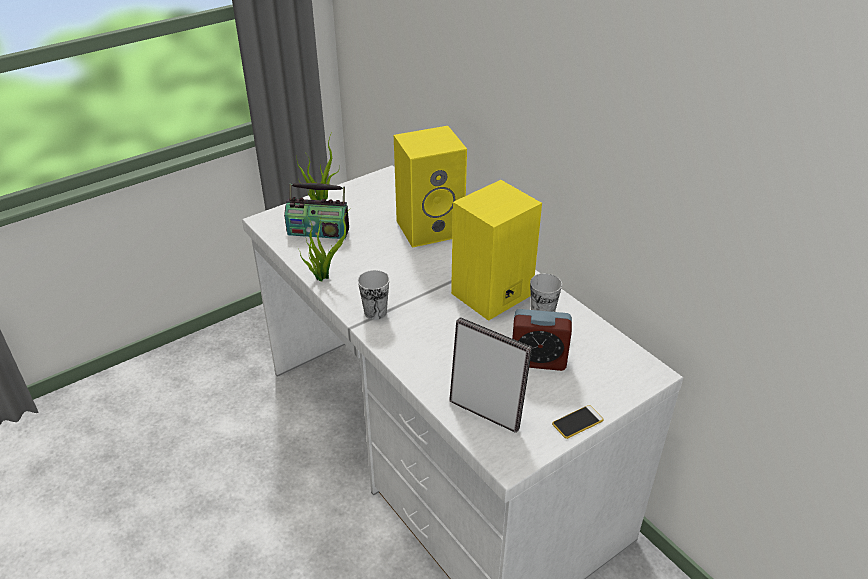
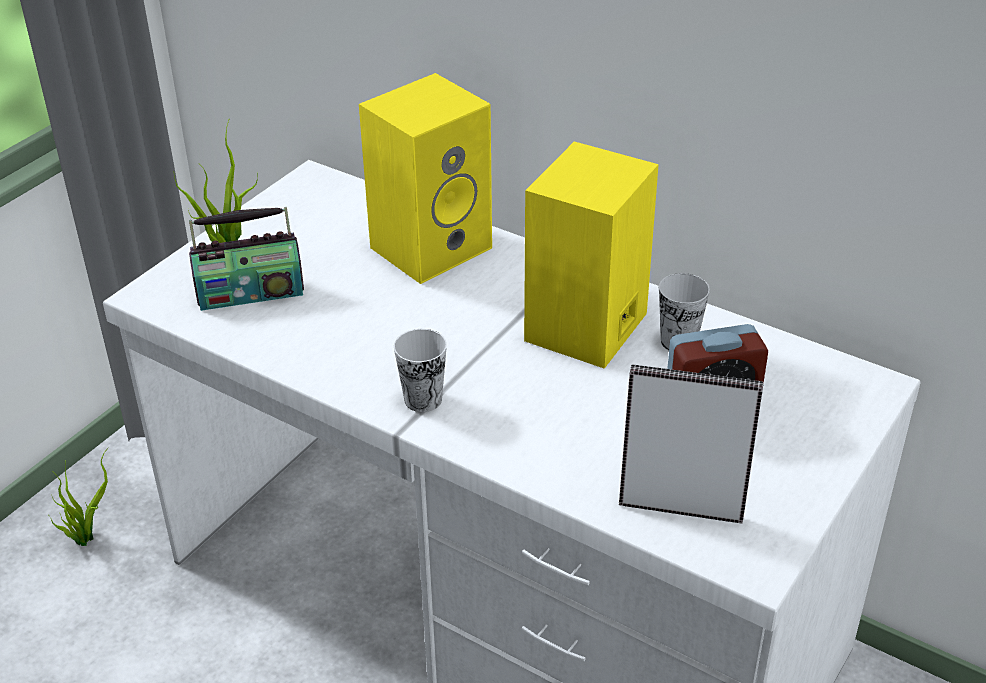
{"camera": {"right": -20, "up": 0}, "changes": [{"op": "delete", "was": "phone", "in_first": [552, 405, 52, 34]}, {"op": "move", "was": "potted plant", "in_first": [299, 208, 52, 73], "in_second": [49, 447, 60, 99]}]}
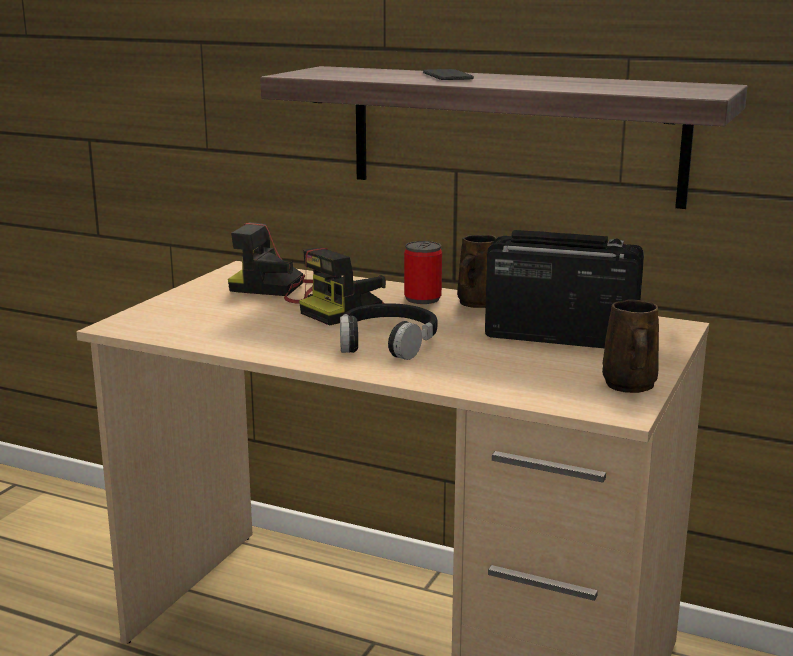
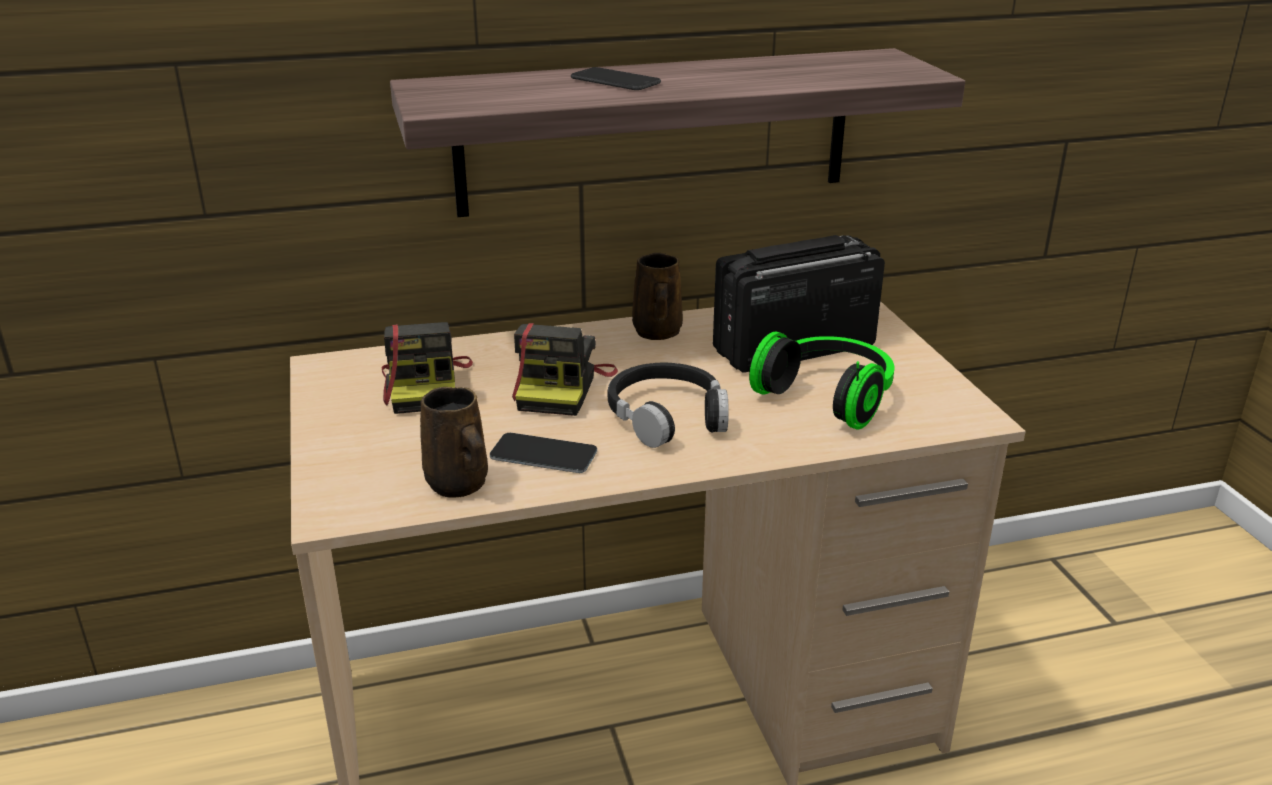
{"camera": {"right": -40, "up": 10}, "changes": [{"op": "delete", "was": "can", "in_first": [404, 241, 38, 63]}, {"op": "insert", "now": "phone", "in_second": [490, 433, 107, 40]}, {"op": "insert", "now": "headphones", "in_second": [749, 332, 145, 98]}, {"op": "move", "was": "brown mug", "in_first": [602, 300, 57, 93], "in_second": [420, 387, 68, 111]}, {"op": "rotate", "was": "photo camera", "in_first": [228, 222, 85, 82], "in_second": [382, 322, 91, 92], "clockwise": -75}]}
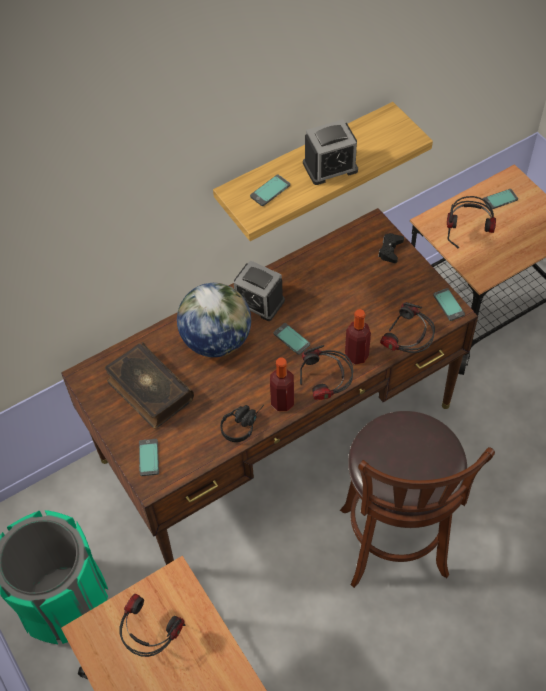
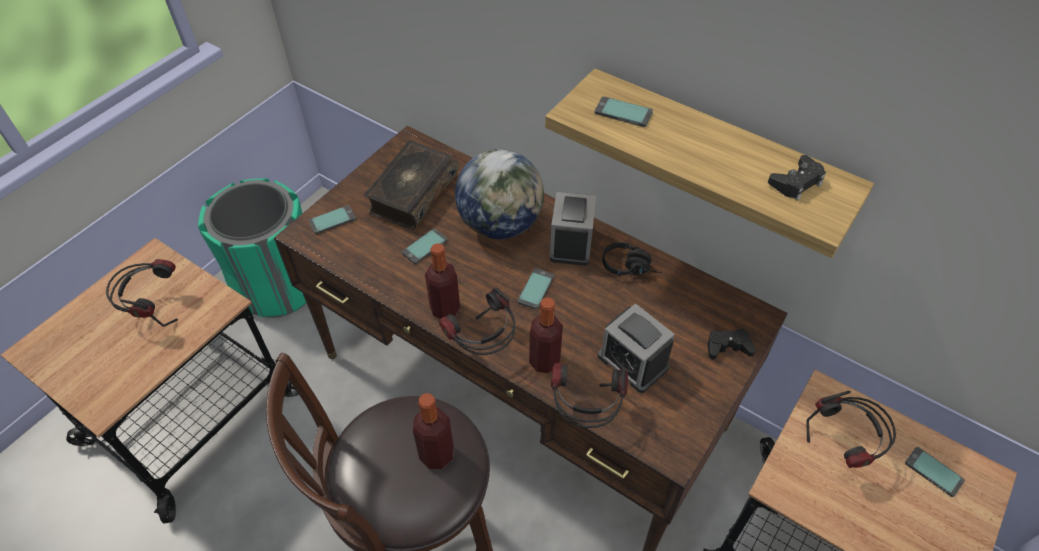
{"camera": {"right": 65, "up": -5}, "changes": [{"op": "insert", "now": "bottle", "in_second": [413, 393, 41, 76]}, {"op": "insert", "now": "black game controller", "in_second": [768, 155, 58, 45]}, {"op": "move", "was": "black headphones", "in_first": [220, 405, 44, 37], "in_second": [602, 242, 60, 34]}, {"op": "move", "was": "alarm clock", "in_first": [303, 119, 55, 66], "in_second": [598, 303, 77, 90]}, {"op": "move", "was": "phone", "in_first": [433, 288, 32, 33], "in_second": [402, 229, 45, 35]}]}
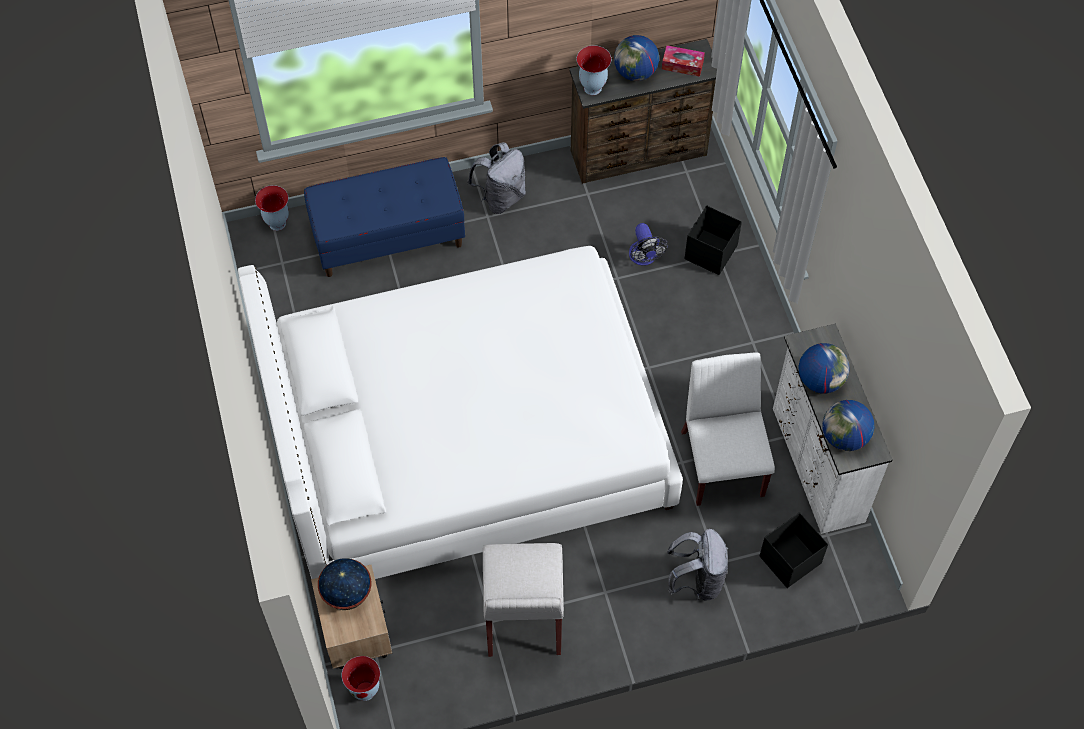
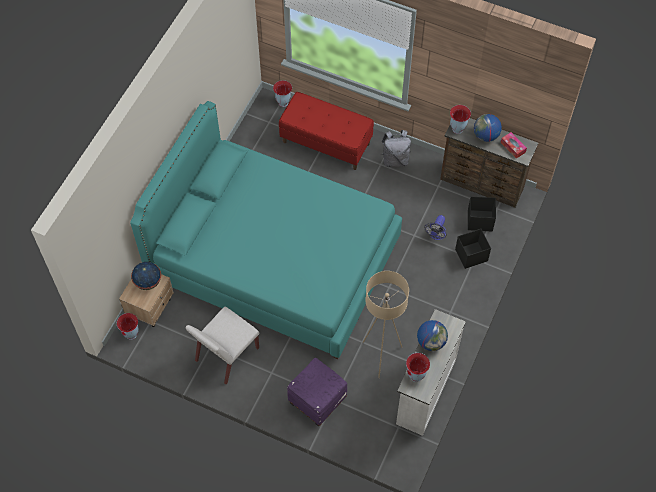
{"camera": {"right": 40, "up": 0}, "changes": [{"op": "move", "was": "black storage box", "in_first": [760, 512, 68, 76], "in_second": [468, 197, 28, 35]}, {"op": "replace", "was": "grey backpack", "now": "purple ottoman", "in_first": [667, 529, 61, 72], "in_second": [287, 358, 60, 69]}, {"op": "replace", "was": "white chair", "now": "beige floor lamp", "in_first": [681, 352, 94, 154], "in_second": [362, 271, 47, 107]}, {"op": "replace", "was": "globe", "now": "vase", "in_first": [822, 400, 52, 51], "in_second": [406, 353, 24, 29]}, {"op": "recolor", "was": "white bed", "now": "turquoise bed", "in_first": [238, 246, 445, 333], "in_second": [130, 101, 272, 258]}, {"op": "recolor", "was": "blue bench", "now": "red bench", "in_first": [304, 157, 161, 120], "in_second": [279, 92, 95, 78]}]}
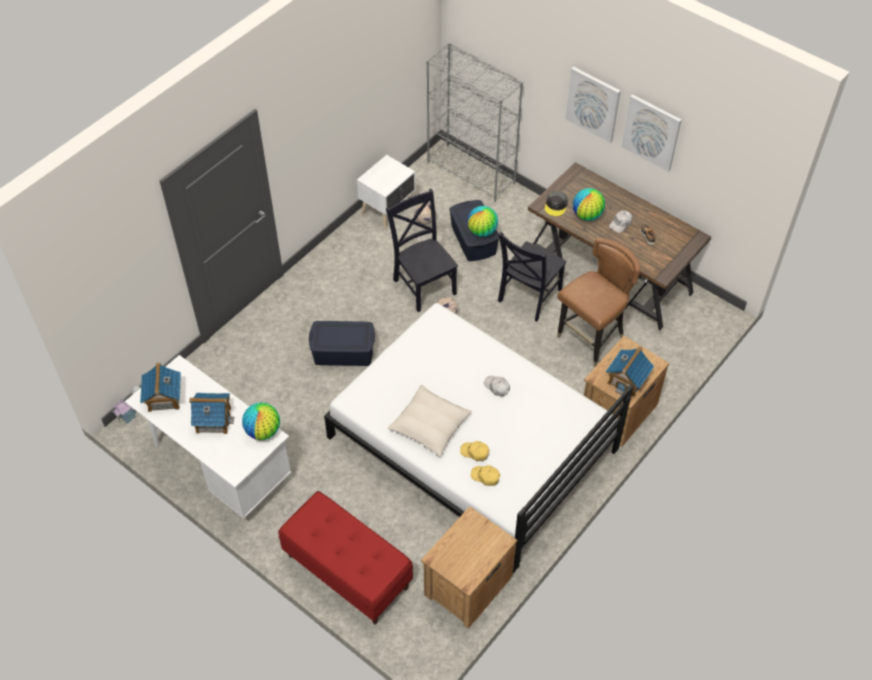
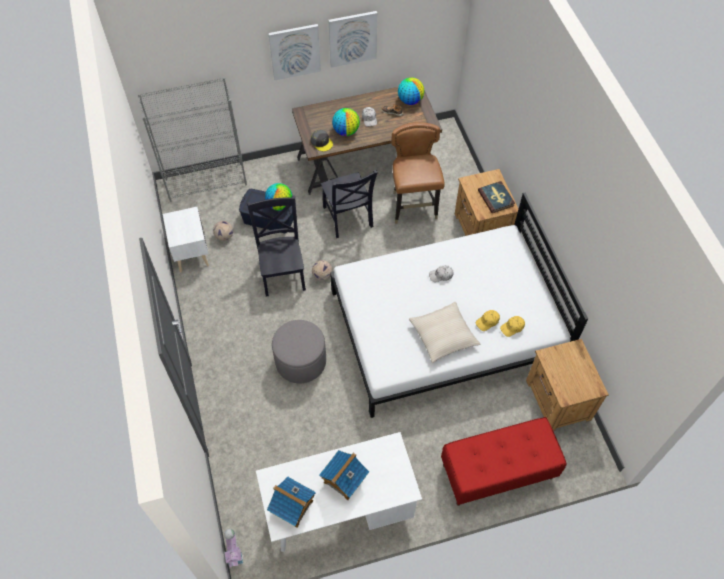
{"camera": {"right": -55, "up": 5}, "changes": [{"op": "move", "was": "globe", "in_first": [242, 402, 38, 38], "in_second": [398, 77, 27, 28]}, {"op": "replace", "was": "blue storage box", "now": "grey ottoman", "in_first": [309, 321, 66, 45], "in_second": [272, 320, 54, 63]}, {"op": "replace", "was": "toy house", "now": "book", "in_first": [606, 347, 48, 50], "in_second": [478, 181, 37, 32]}, {"op": "rotate", "was": "black chair", "in_first": [386, 189, 72, 123], "in_second": [247, 195, 59, 102], "clockwise": 75}]}
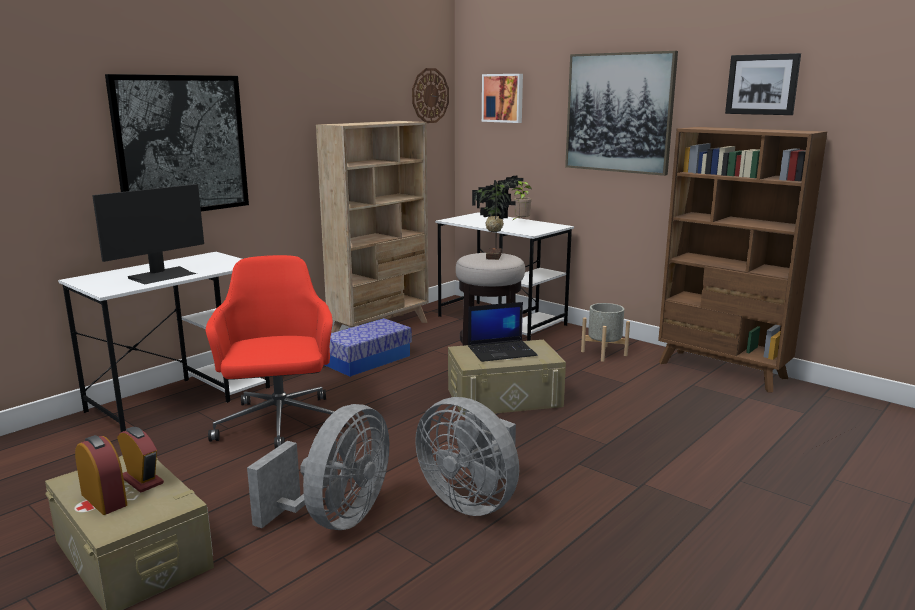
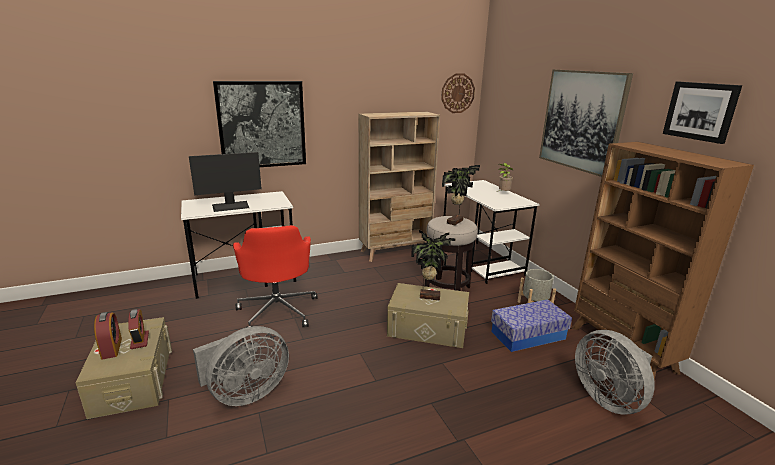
{"camera": {"right": 25, "up": 5}, "changes": [{"op": "delete", "was": "picture", "in_first": [482, 74, 41, 49]}, {"op": "move", "was": "storage box", "in_first": [325, 318, 87, 59], "in_second": [491, 299, 81, 53]}, {"op": "move", "was": "grey fan", "in_first": [415, 397, 104, 119], "in_second": [575, 330, 80, 85]}, {"op": "replace", "was": "laptop", "now": "potted plant", "in_first": [468, 302, 69, 60], "in_second": [411, 229, 45, 72]}, {"op": "rotate", "was": "red office chair", "in_first": [206, 255, 140, 194], "in_second": [233, 225, 84, 103], "clockwise": 150}]}
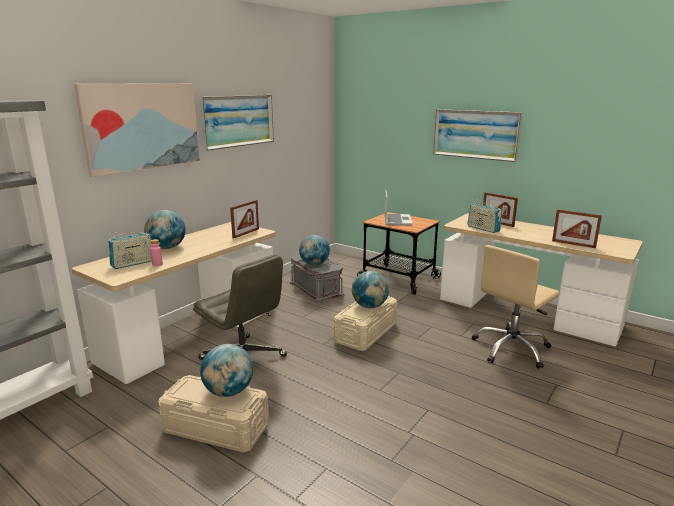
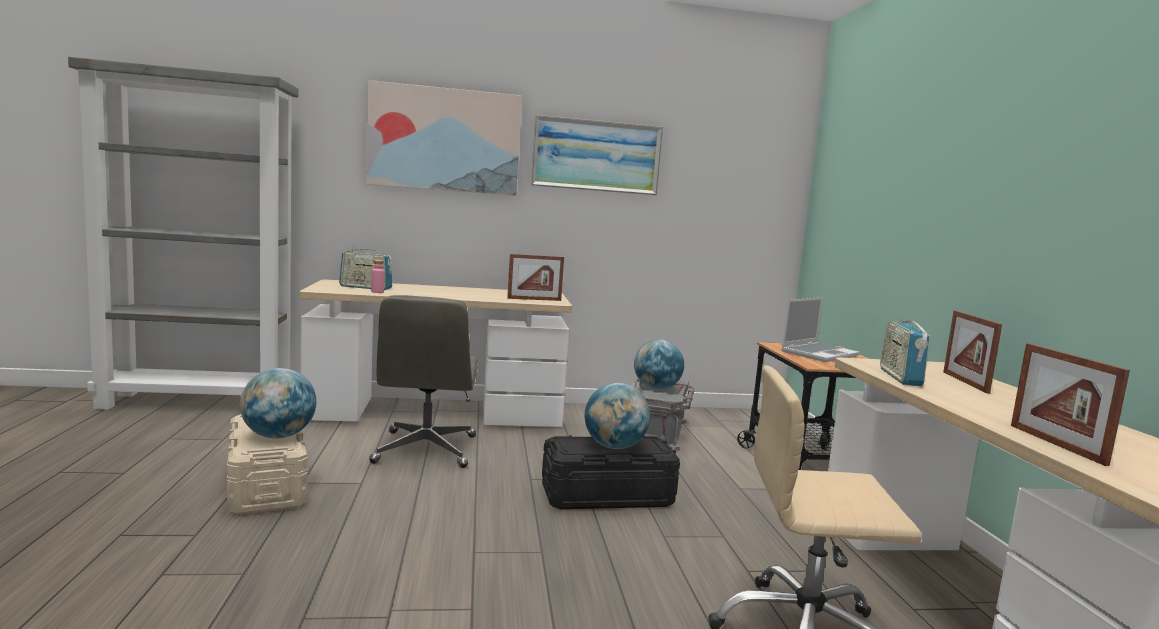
{"camera": {"right": 45, "up": -10}, "changes": [{"op": "delete", "was": "globe", "in_first": [144, 210, 42, 39]}, {"op": "delete", "was": "picture", "in_first": [433, 109, 90, 53]}, {"op": "recolor", "was": "beige storage box", "now": "black storage box", "in_first": [334, 296, 64, 55], "in_second": [542, 435, 138, 74]}]}
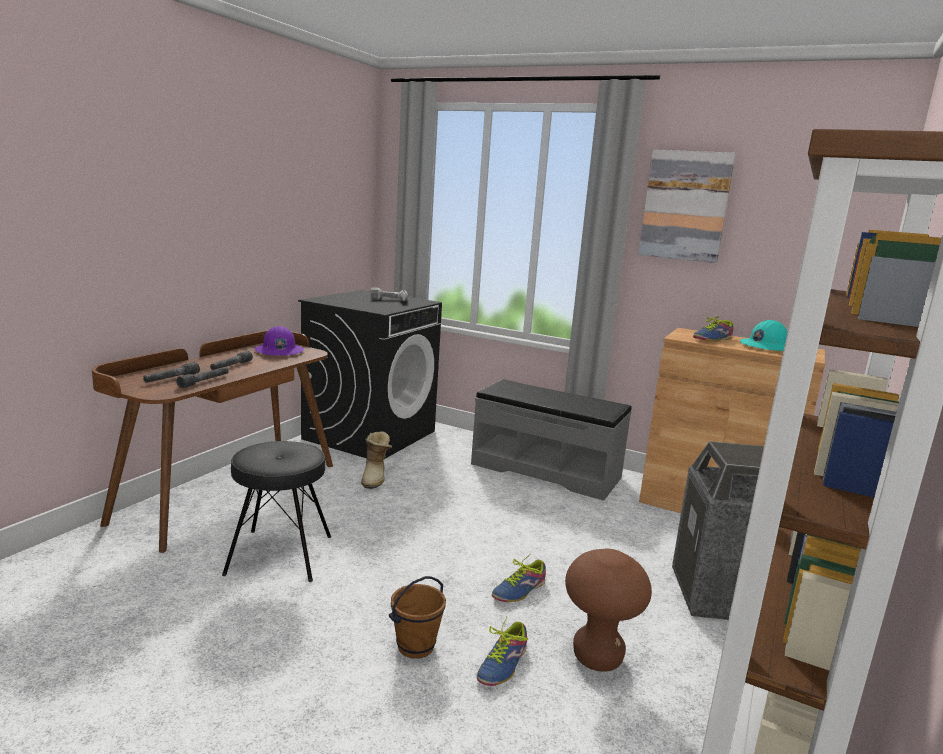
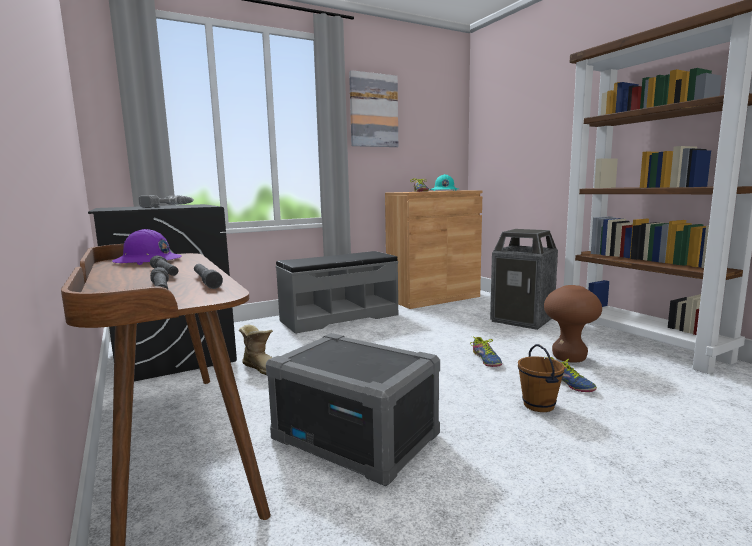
{"camera": {"right": -55, "up": -5}, "changes": [{"op": "replace", "was": "black stool", "now": "grey storage box", "in_first": [222, 441, 109, 141], "in_second": [266, 333, 174, 153]}]}
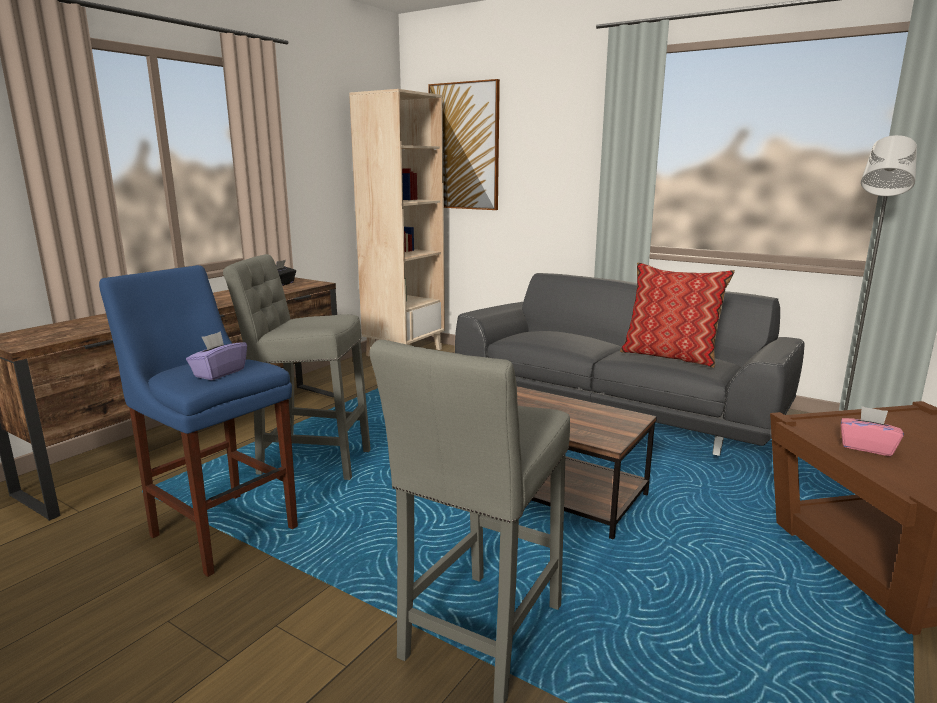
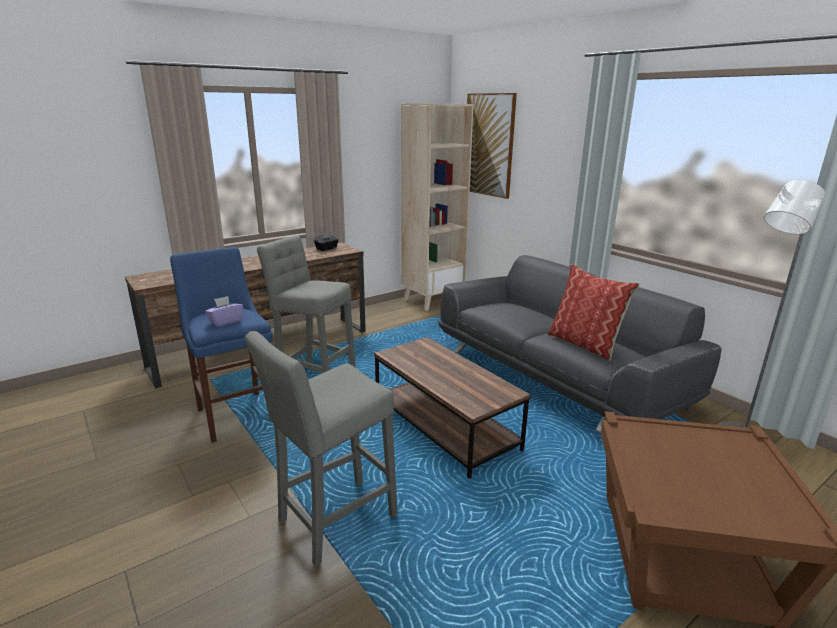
{"camera": {"right": 20, "up": 5}, "changes": [{"op": "delete", "was": "pink tissue box", "in_first": [841, 406, 63, 50]}]}
